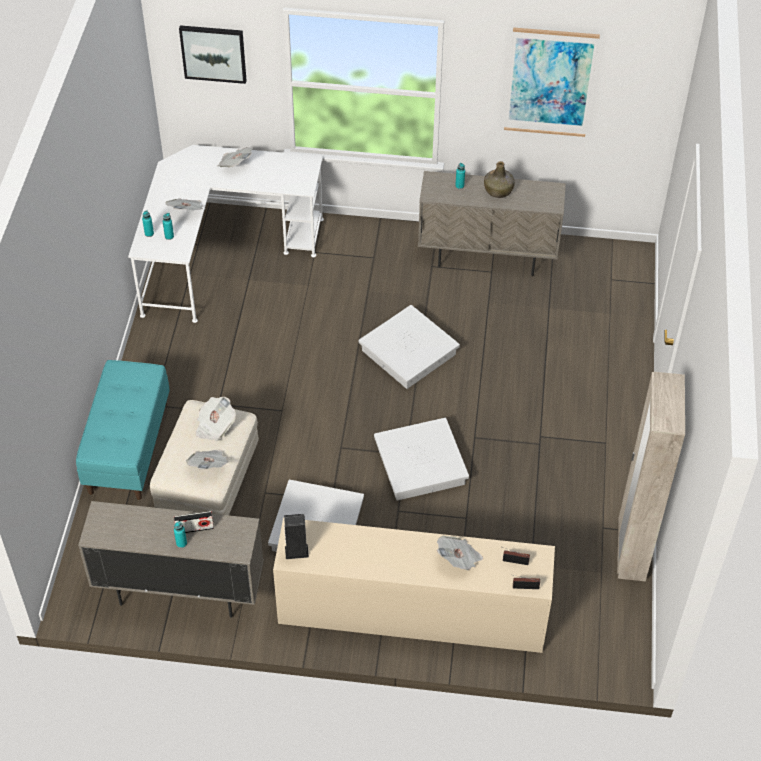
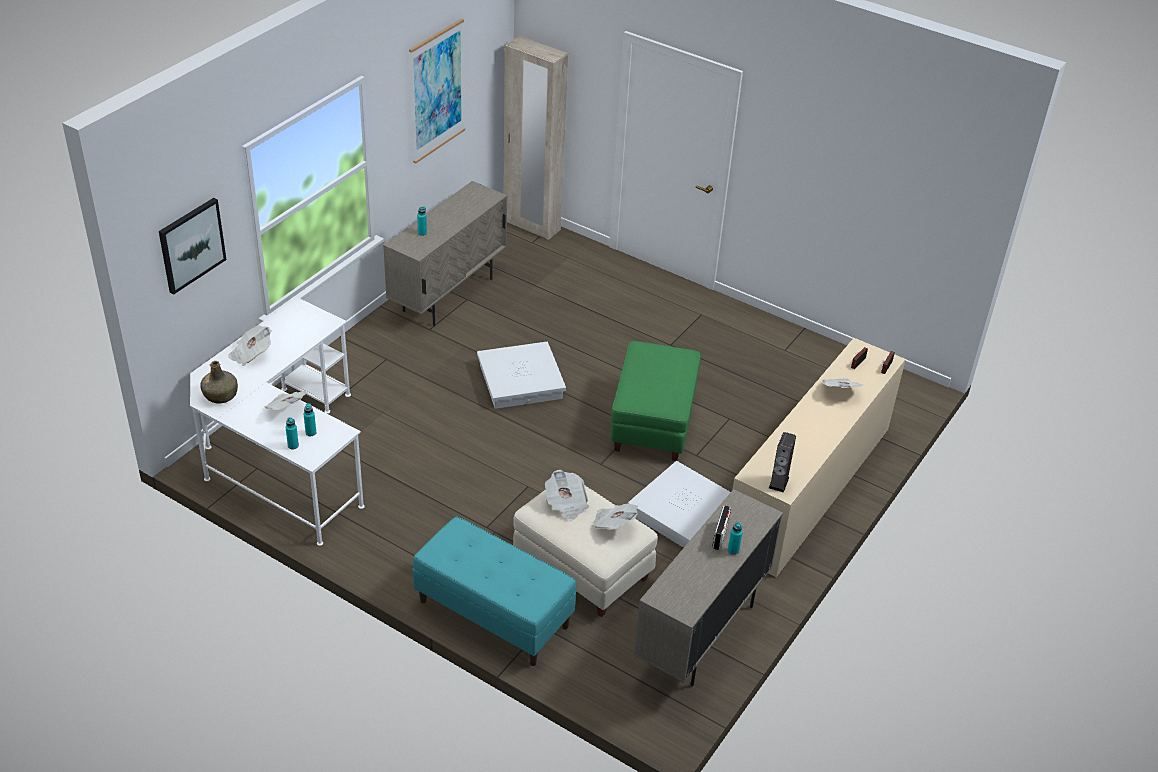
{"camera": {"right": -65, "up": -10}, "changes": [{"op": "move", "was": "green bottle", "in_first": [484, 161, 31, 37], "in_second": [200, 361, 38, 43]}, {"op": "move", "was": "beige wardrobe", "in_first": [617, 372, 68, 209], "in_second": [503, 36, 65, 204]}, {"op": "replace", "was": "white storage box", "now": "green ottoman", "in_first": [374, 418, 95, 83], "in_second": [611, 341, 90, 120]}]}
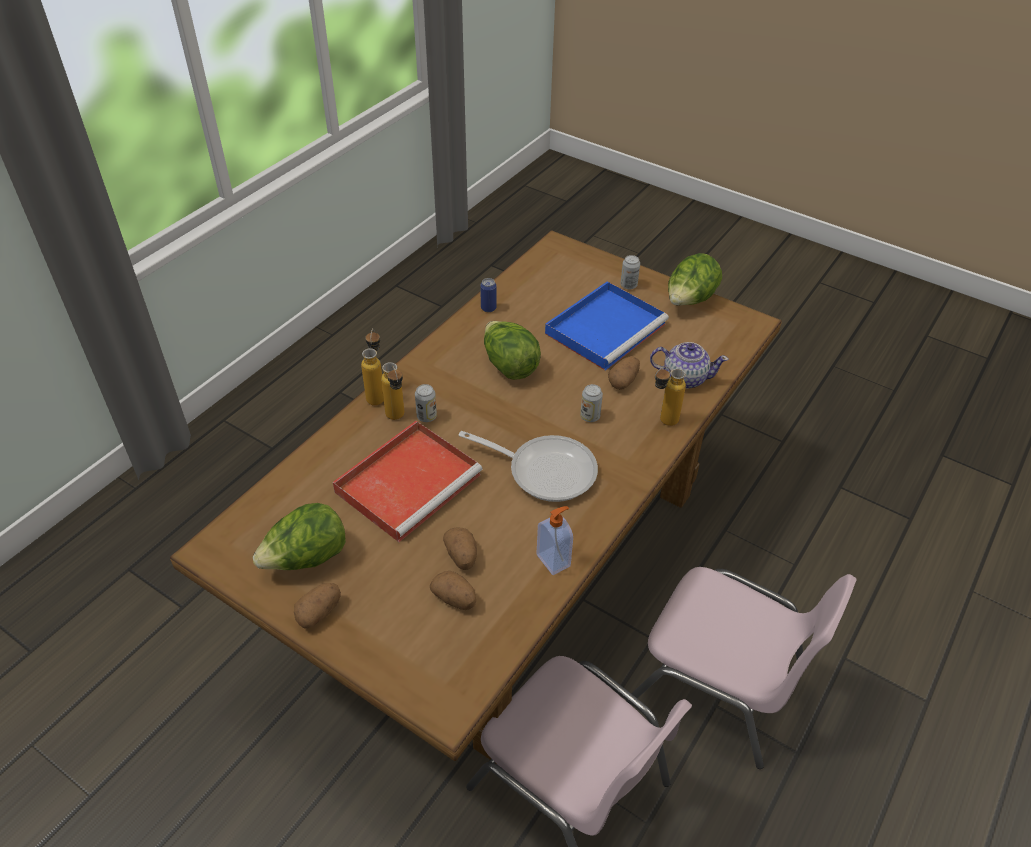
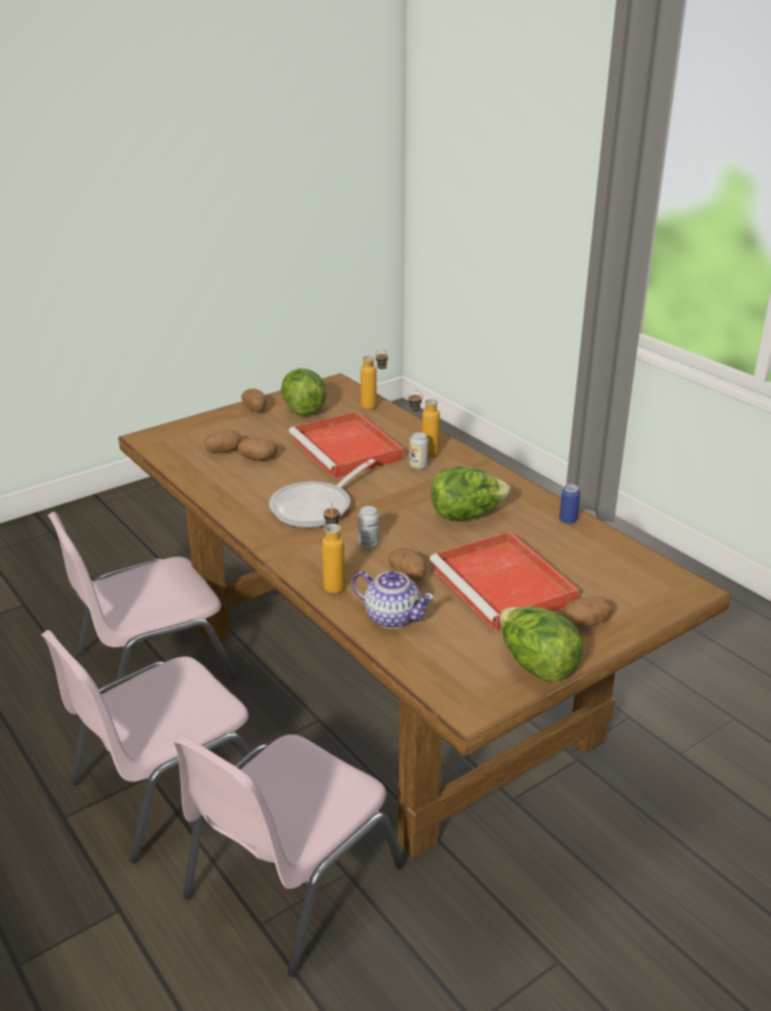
{"camera": {"right": 110, "up": -15}, "changes": [{"op": "delete", "was": "soap dispenser", "in_first": [537, 506, 36, 69]}, {"op": "insert", "now": "pink chair", "in_second": [174, 734, 230, 243]}, {"op": "move", "was": "bottle", "in_first": [361, 328, 23, 78], "in_second": [360, 349, 28, 60]}, {"op": "replace", "was": "can", "now": "potato", "in_first": [620, 255, 20, 34], "in_second": [563, 597, 49, 31]}, {"op": "recolor", "was": "blue tray", "now": "red tray", "in_first": [545, 281, 124, 90], "in_second": [430, 532, 149, 99]}, {"op": "rotate", "was": "teapot", "in_first": [650, 342, 79, 47], "in_second": [352, 571, 82, 58], "clockwise": -90}]}
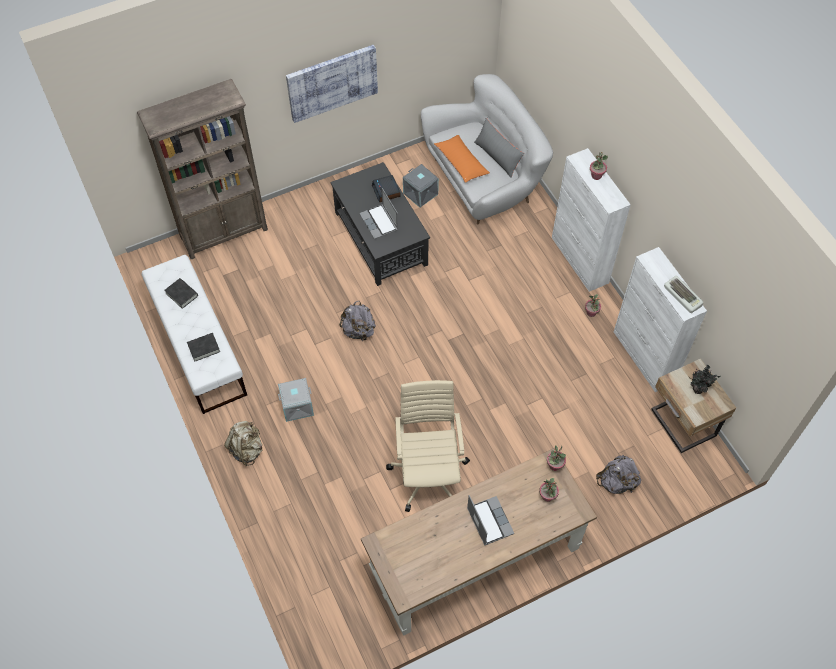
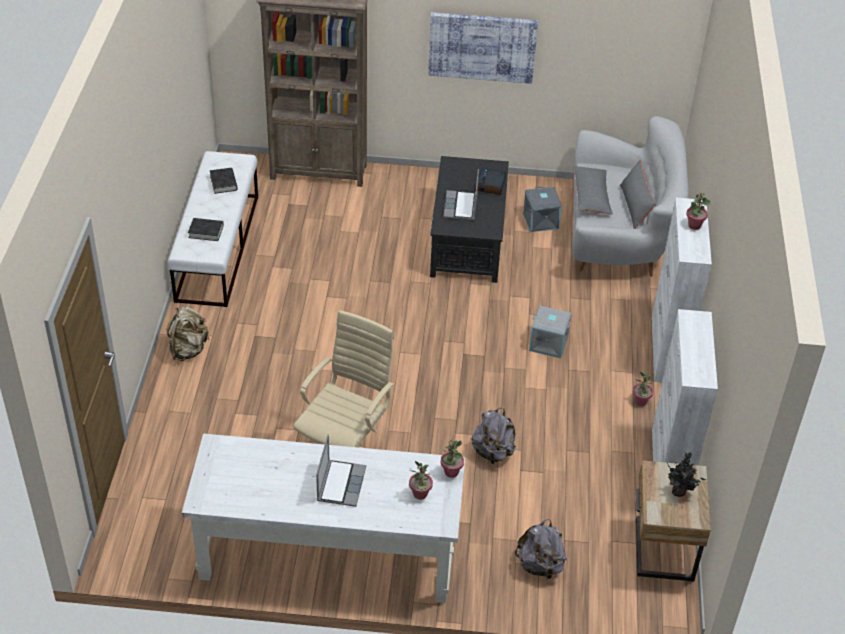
{"camera": {"right": 30, "up": -15}, "changes": [{"op": "delete", "was": "keyboard", "in_first": [664, 276, 39, 37]}, {"op": "move", "was": "grey storage box", "in_first": [278, 378, 36, 44], "in_second": [529, 306, 43, 52]}, {"op": "move", "was": "grey backpack", "in_first": [339, 301, 37, 39], "in_second": [472, 408, 44, 56]}, {"op": "recolor", "was": "brown desk", "now": "white desk", "in_first": [361, 448, 236, 188], "in_second": [182, 433, 283, 170]}, {"op": "recolor", "was": "orange pillow", "now": "grey pillow", "in_first": [434, 135, 56, 48], "in_second": [572, 165, 41, 50]}]}
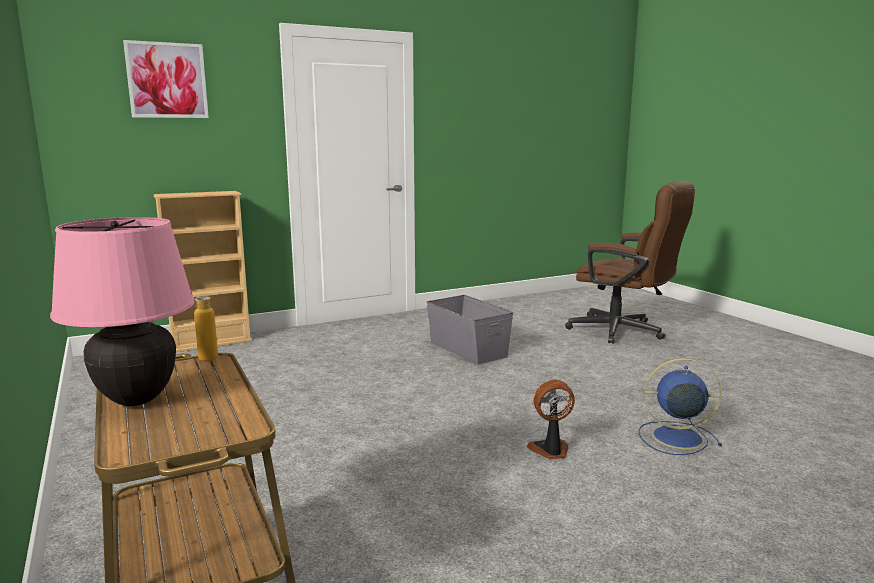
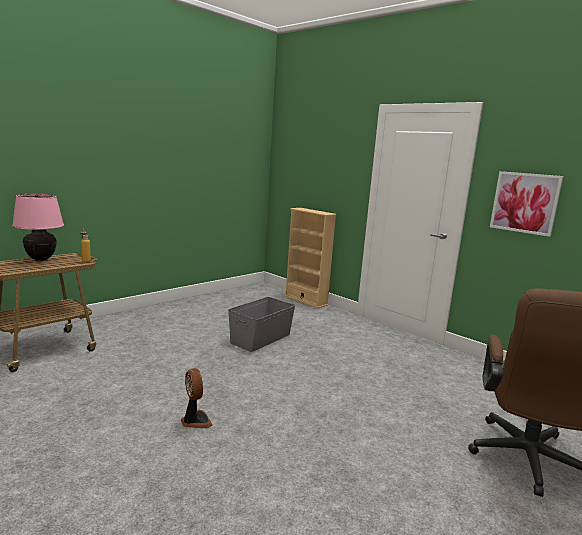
{"camera": {"right": 70, "up": 0}, "changes": [{"op": "delete", "was": "blue fan", "in_first": [639, 358, 83, 97]}, {"op": "move", "was": "picture", "in_first": [123, 40, 86, 78], "in_second": [490, 171, 73, 66]}, {"op": "move", "was": "grey storage box", "in_first": [427, 295, 87, 70], "in_second": [228, 297, 67, 55]}]}
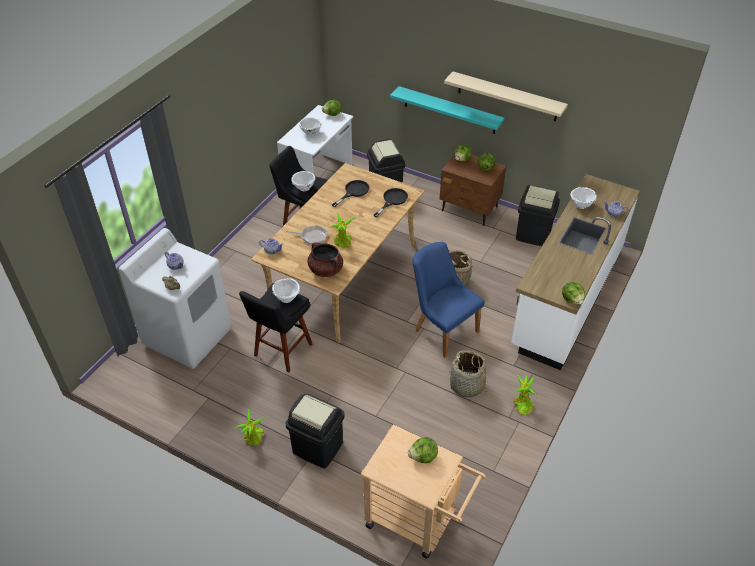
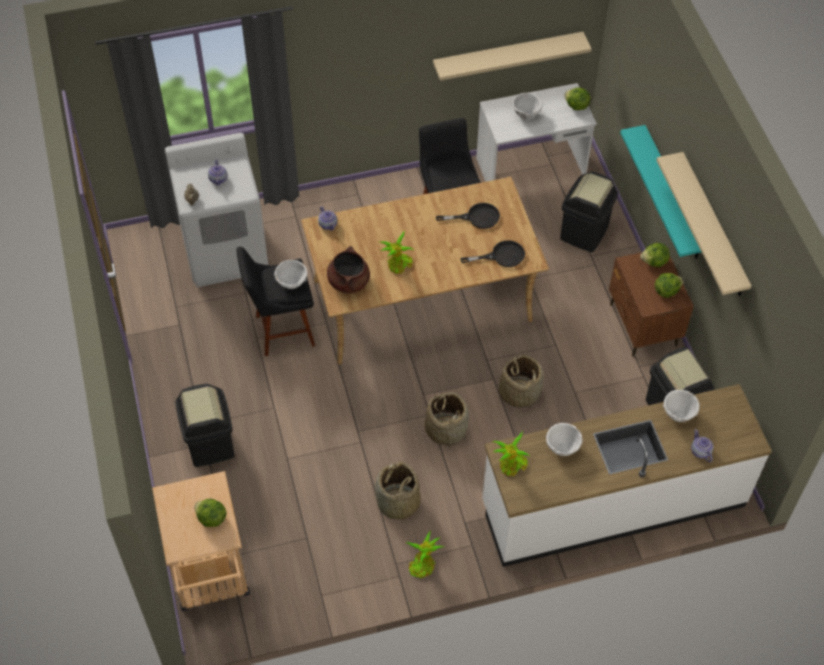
{"camera": {"right": 45, "up": 10}, "changes": [{"op": "delete", "was": "frying pan", "in_first": [286, 225, 41, 20]}, {"op": "delete", "was": "lettuce", "in_first": [562, 282, 23, 22]}, {"op": "insert", "now": "beige shelf", "in_second": [433, 32, 159, 49]}, {"op": "move", "was": "potted plant", "in_first": [234, 408, 31, 38], "in_second": [492, 431, 38, 45]}, {"op": "move", "was": "white bowl", "in_first": [291, 171, 24, 21], "in_second": [545, 423, 38, 33]}, {"op": "replace", "was": "blue chair", "now": "basket", "in_first": [412, 242, 73, 116], "in_second": [425, 390, 44, 58]}]}
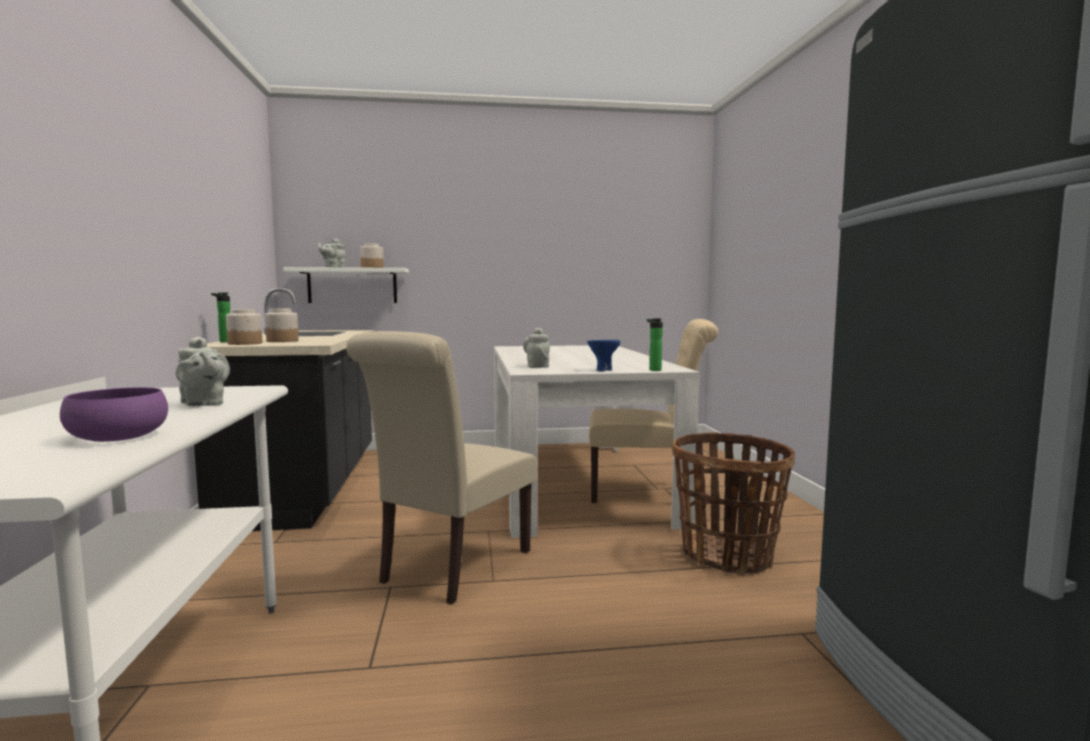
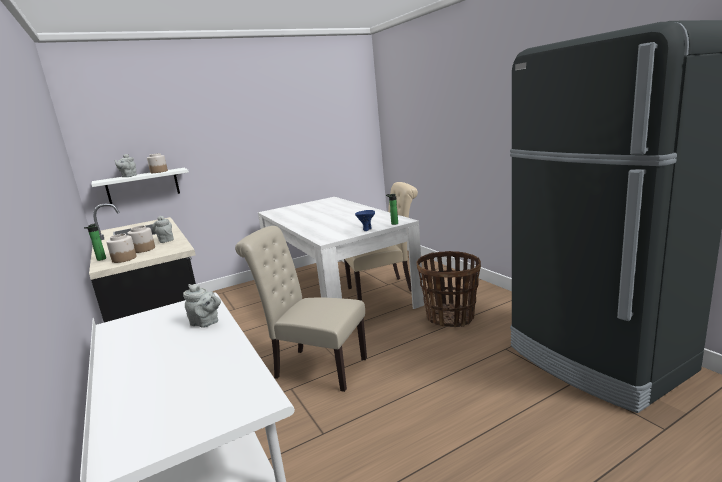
{"camera": {"right": -20, "up": 10}, "changes": [{"op": "delete", "was": "purple bowl", "in_first": [60, 387, 108, 55]}, {"op": "move", "was": "grey teapot", "in_first": [523, 328, 27, 40], "in_second": [152, 216, 22, 27]}, {"op": "rotate", "was": "beige chair", "in_first": [346, 331, 191, 273], "in_second": [235, 226, 132, 166], "clockwise": 105}]}
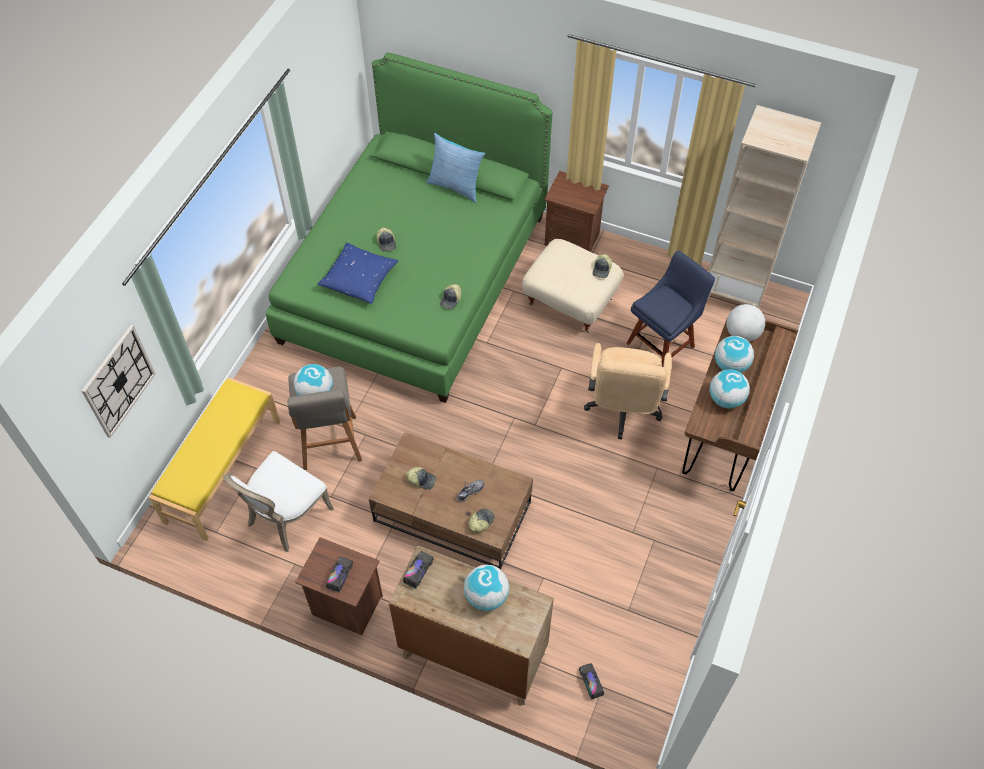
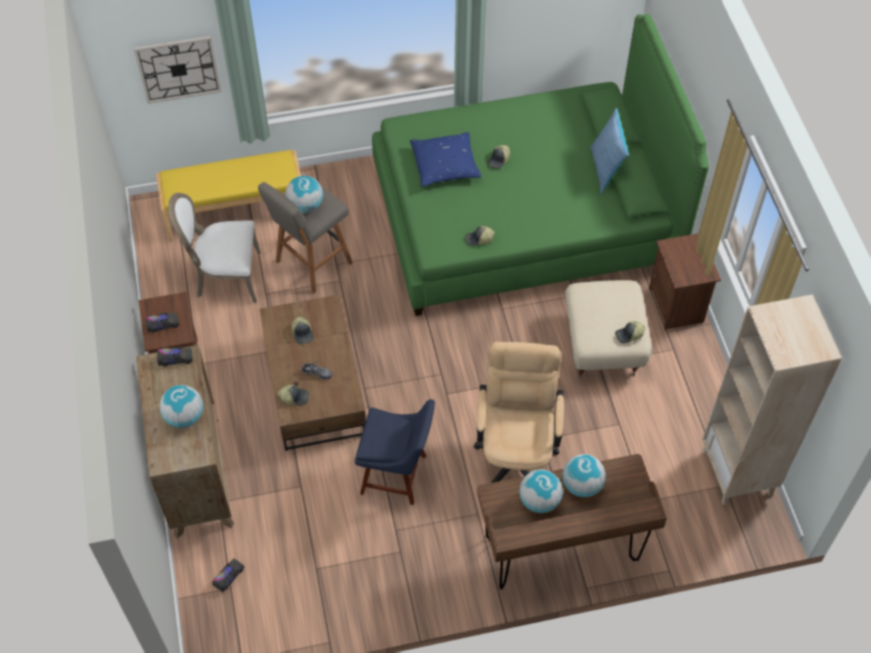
{"camera": {"right": 55, "up": 0}, "changes": [{"op": "delete", "was": "globe", "in_first": [727, 304, 38, 38]}, {"op": "move", "was": "blue chair", "in_first": [626, 251, 89, 116], "in_second": [355, 399, 80, 106]}, {"op": "rotate", "was": "beige office chair", "in_first": [584, 343, 88, 97], "in_second": [473, 342, 91, 141], "clockwise": 120}]}
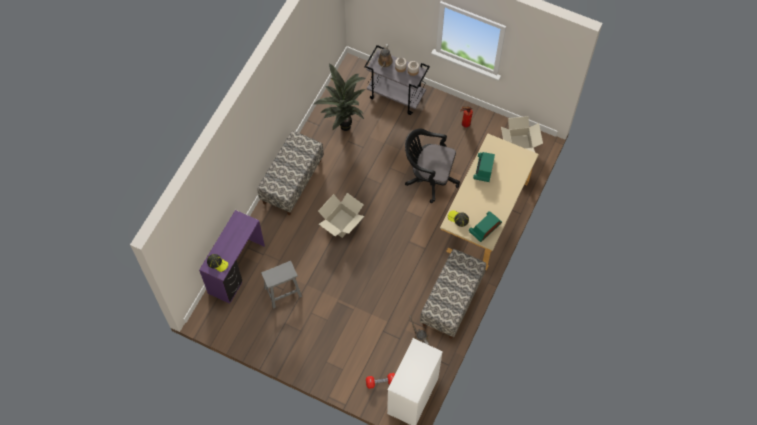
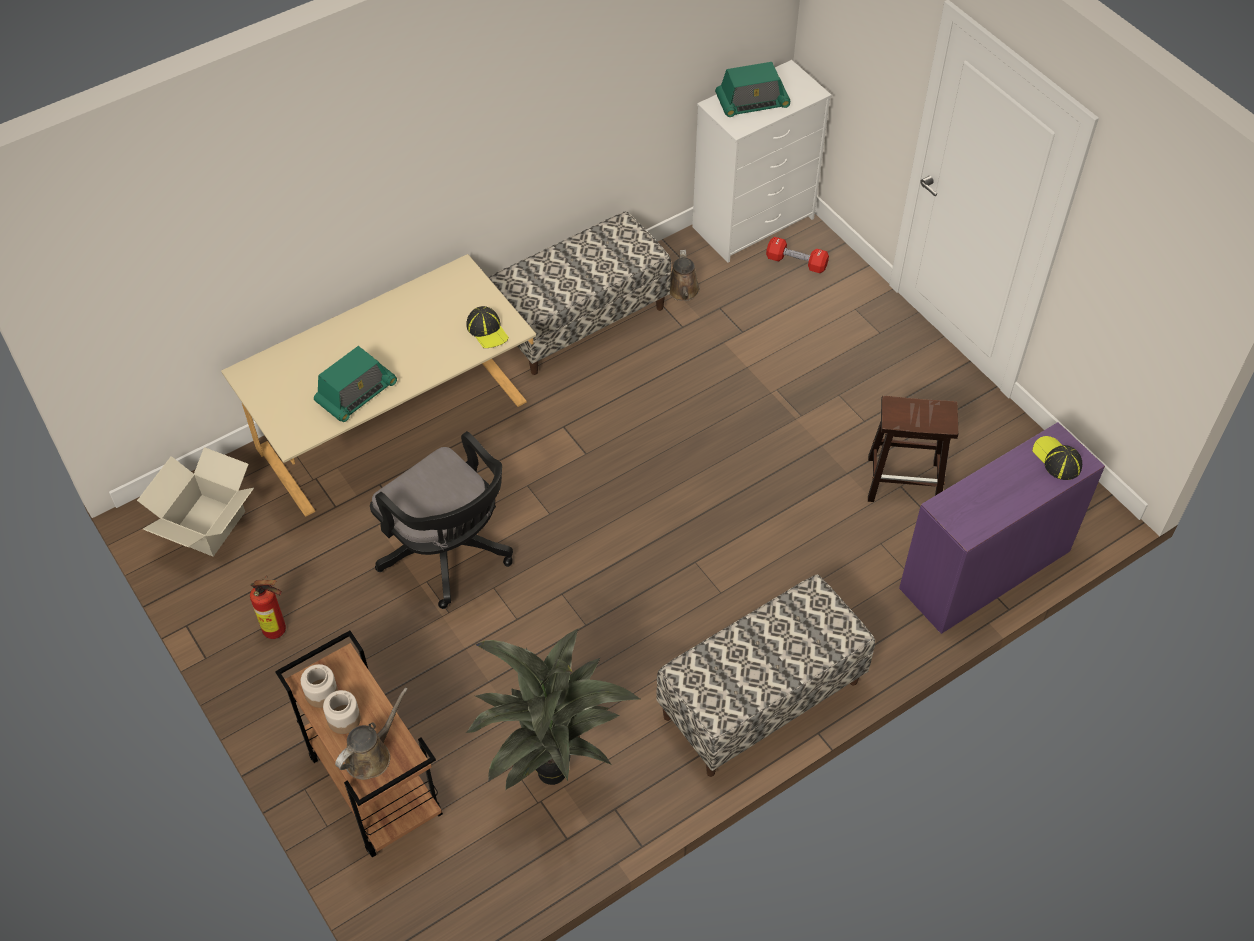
{"camera": {"right": -150, "up": -10}, "changes": [{"op": "delete", "was": "cardboard box", "in_first": [318, 193, 46, 45]}, {"op": "move", "was": "radio", "in_first": [468, 211, 34, 31], "in_second": [715, 62, 75, 55]}, {"op": "recolor", "was": "grey stool", "now": "brown stool", "in_first": [261, 261, 41, 48], "in_second": [868, 396, 90, 106]}, {"op": "recolor", "was": "grey cart", "now": "brown cart", "in_first": [364, 45, 66, 70], "in_second": [275, 631, 168, 226]}]}
